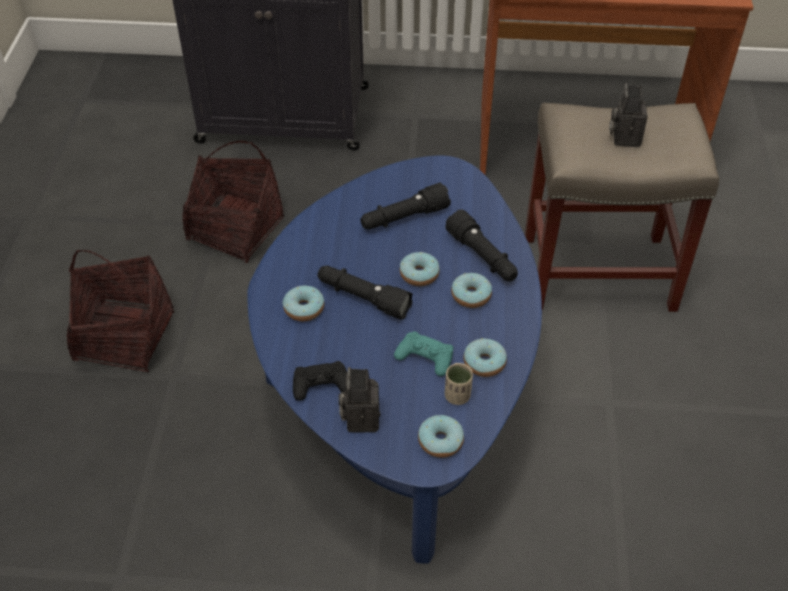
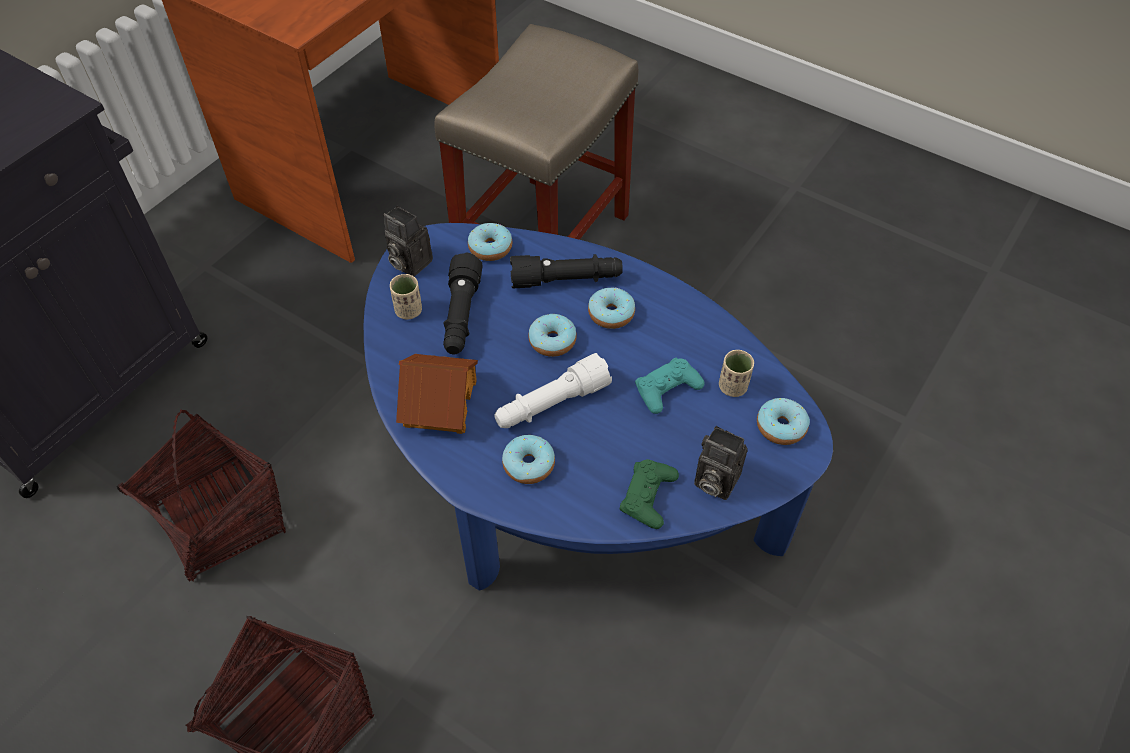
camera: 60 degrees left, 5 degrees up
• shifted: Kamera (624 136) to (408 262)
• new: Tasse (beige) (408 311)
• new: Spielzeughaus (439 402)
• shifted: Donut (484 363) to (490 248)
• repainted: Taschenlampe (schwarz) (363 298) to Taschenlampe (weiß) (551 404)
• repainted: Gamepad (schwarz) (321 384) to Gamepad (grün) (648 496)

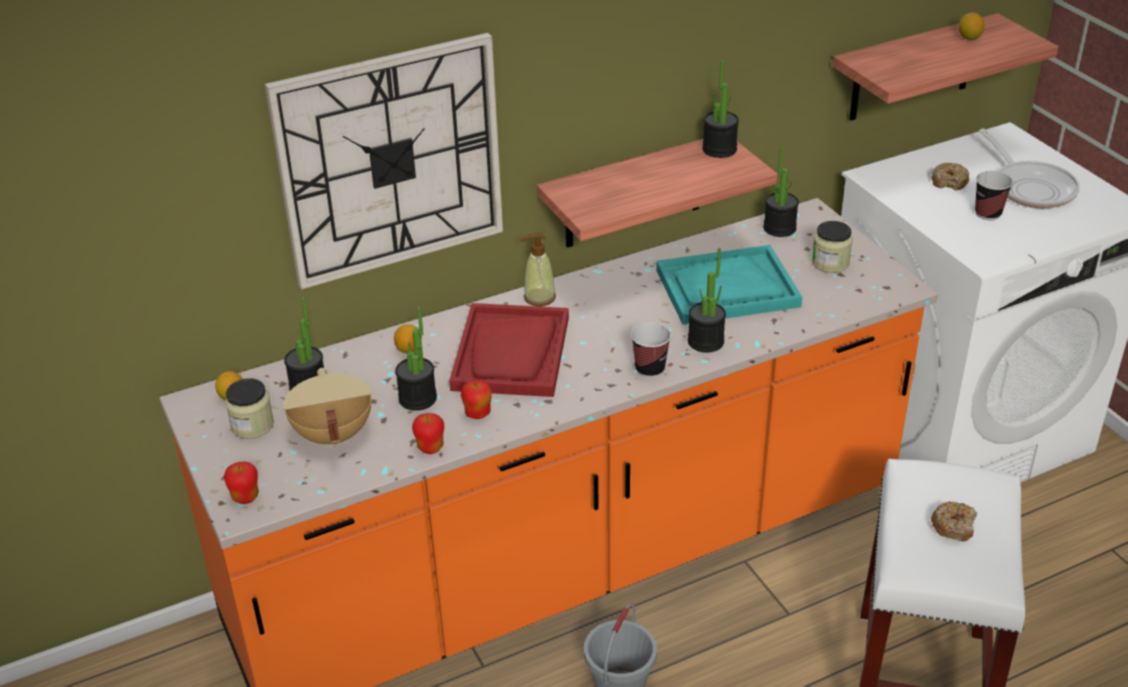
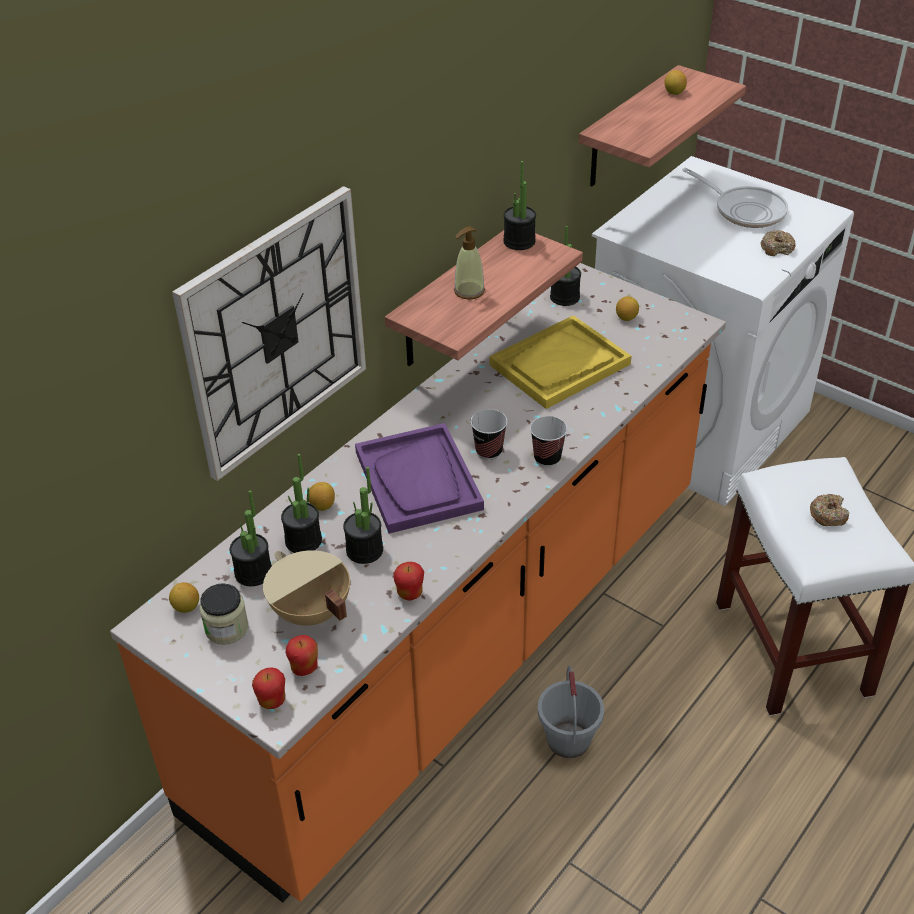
camera: 25 degrees left, 5 degrees up
• shifted: Topfpflanze (705 341) to (303 541)
• shifted: Apfel (477 414) to (304 668)
• repainted: Tablett (rot) (511 353) to Tablett (lila) (418 480)
• shifted: Seifenspender (539 297) to (469 291)
• shifted: Tasse (988 214) to (489 451)
• repainted: Tablett (türkis) (727 288) to Tablett (gelb) (559 365)
• swapped: Vorratsglas (830 263) to Zitrone (626 318)
• shifted: Donut (949 182) to (777 248)

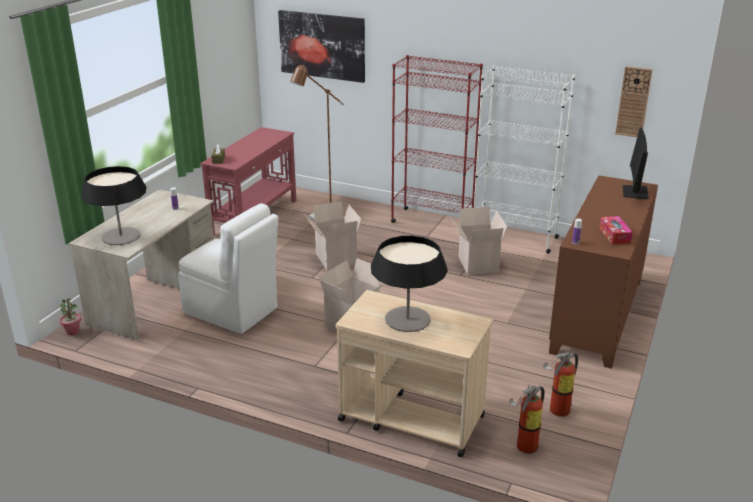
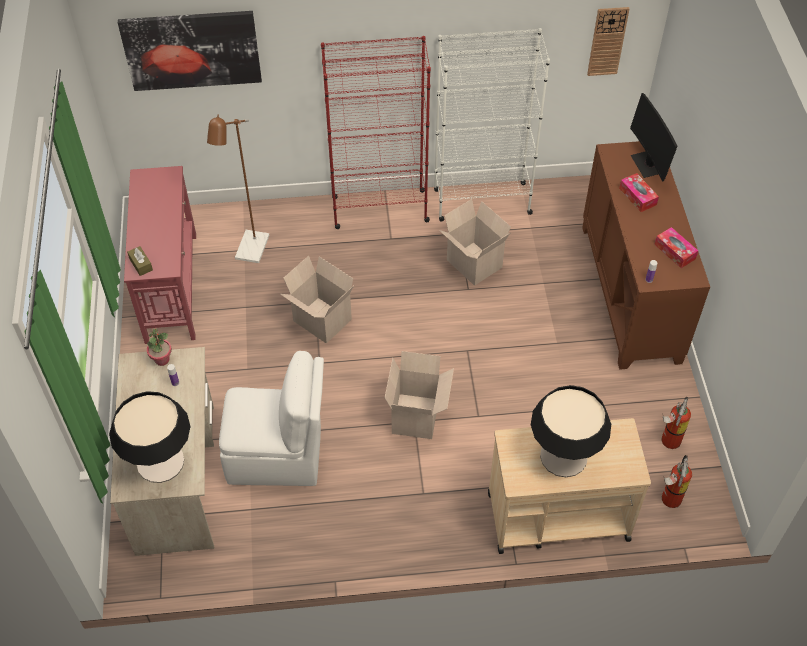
camera: 30 degrees left, 25 degrees up
• shifted: Topfpflanze (72 331) to (162 359)
• new: Taschentuchbox (637 196)

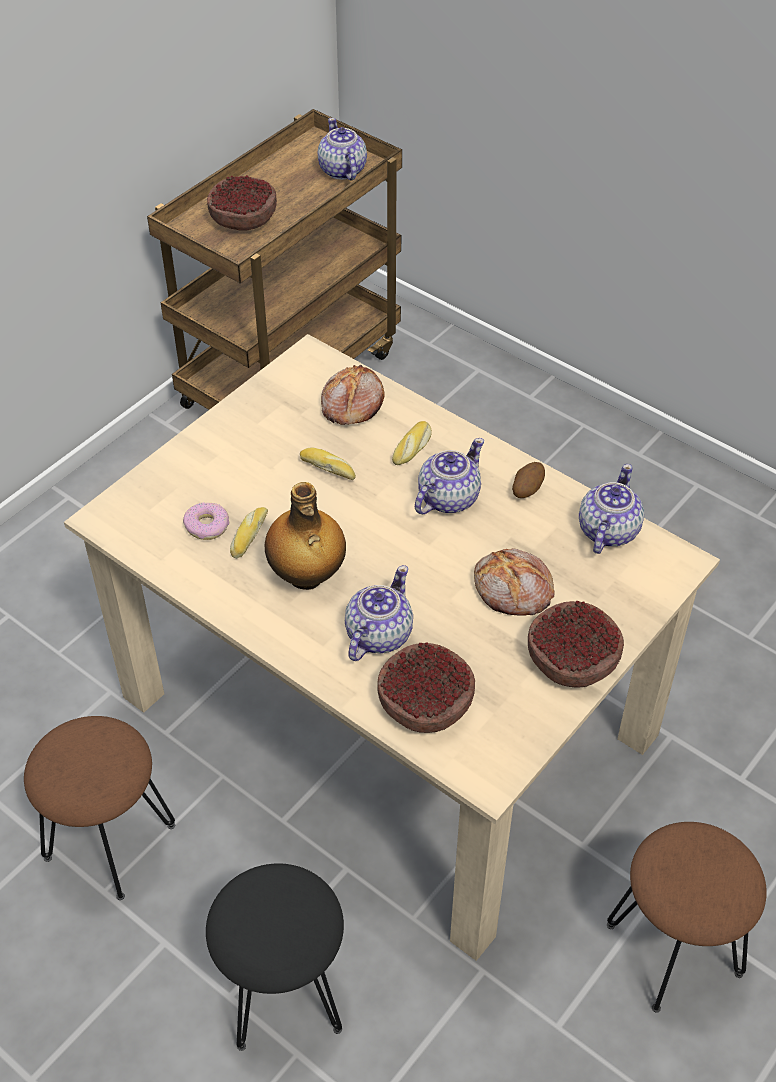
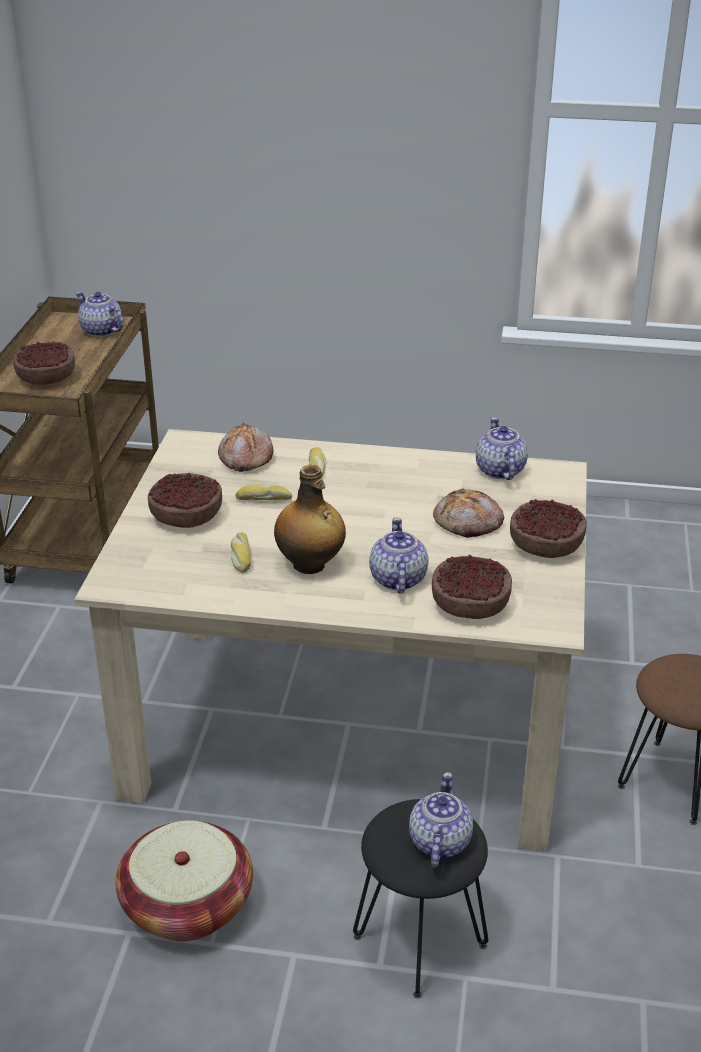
camera: 30 degrees left, 15 degrees down
• swapped: Hocker (braun) (110 840) to Korb (187 905)
• new: Schüssel (186 516)
• shifted: Teekanne (447 498) to (439 842)
• gone: Donut (207 526)
• gone: Kartoffel (526 490)

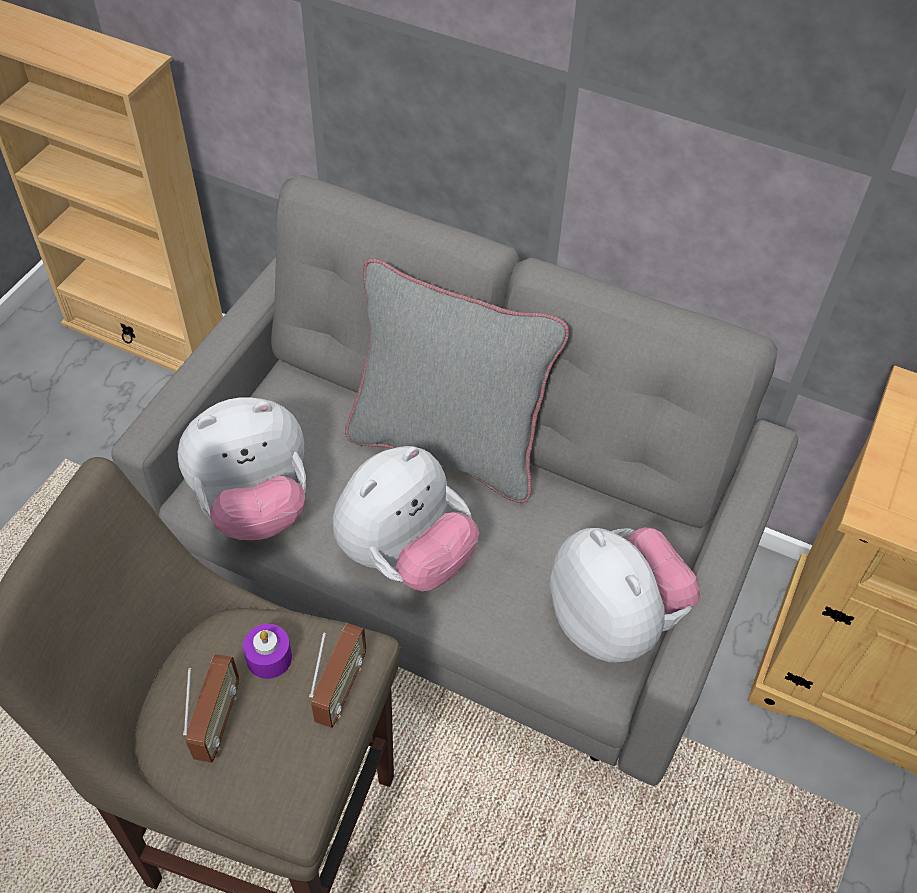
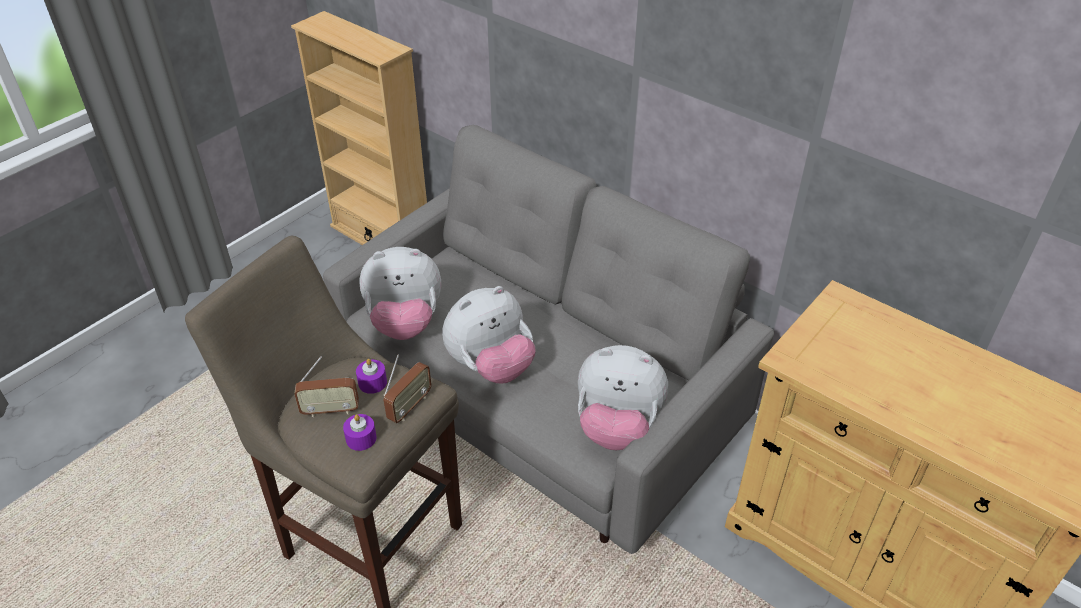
camera: 15 degrees right, 10 degrees down
• rotated: Radio (217 722) = (330 410) 60 degrees clockwise
• new: Kerze (lila) (361 438)
• rotated: Plüschtier (614 621) = (617 427) 120 degrees clockwise
• gone: Kissen (grau) (447 446)

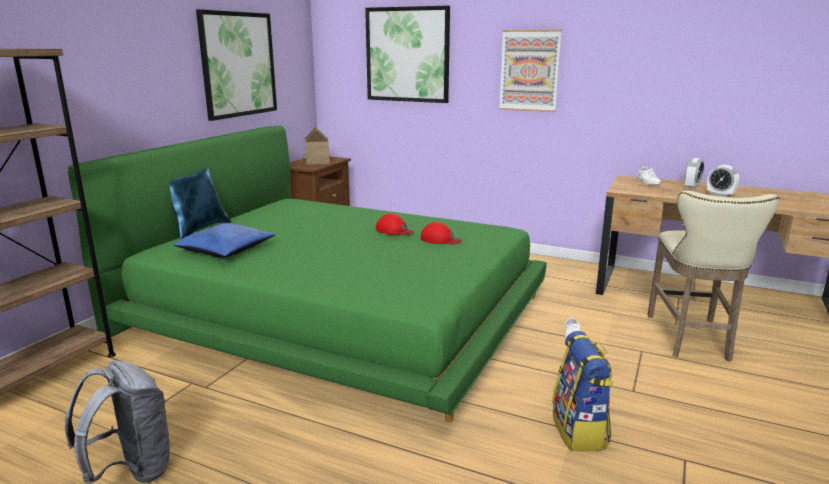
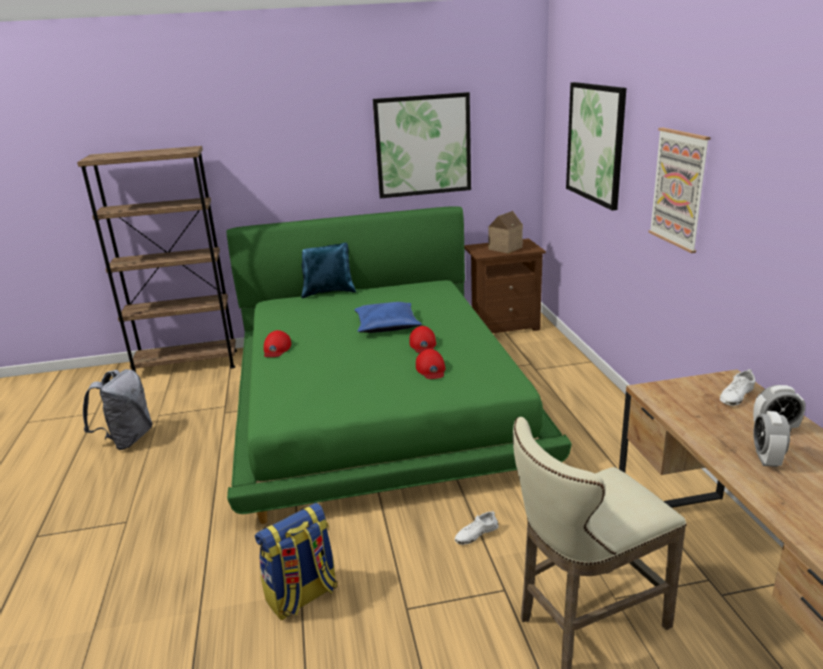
camera: 55 degrees right, 5 degrees up
• new: Kappe (rot) (276 349)
• shifted: Kissen (blau) (226 250) to (387 325)

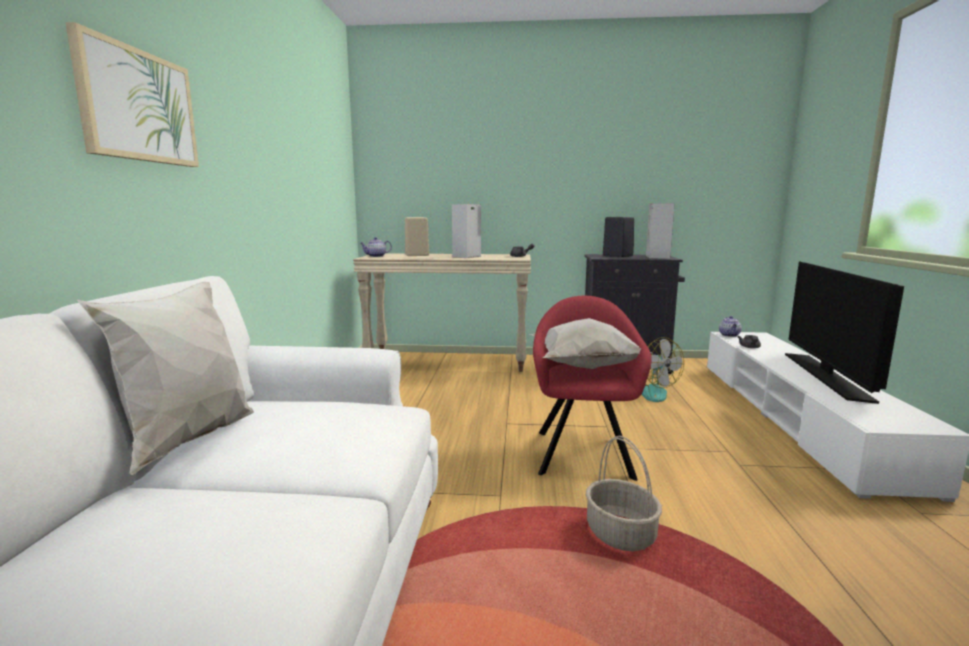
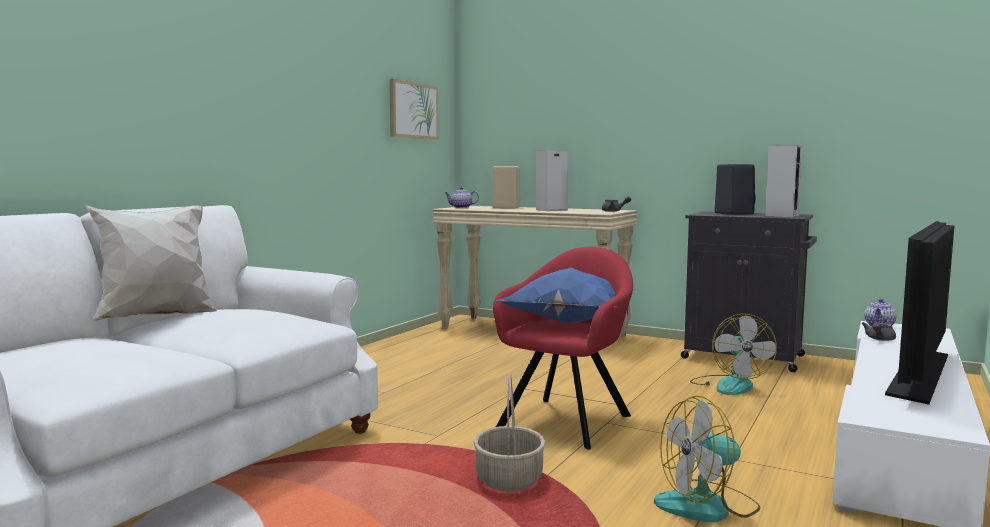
camera: 25 degrees right, 5 degrees down
• shifted: Bild (138 106) to (413 110)
• repainted: Kissen (weiß) (584 367) to Kissen (blau) (567 322)
• new: Ventilator (707 506)

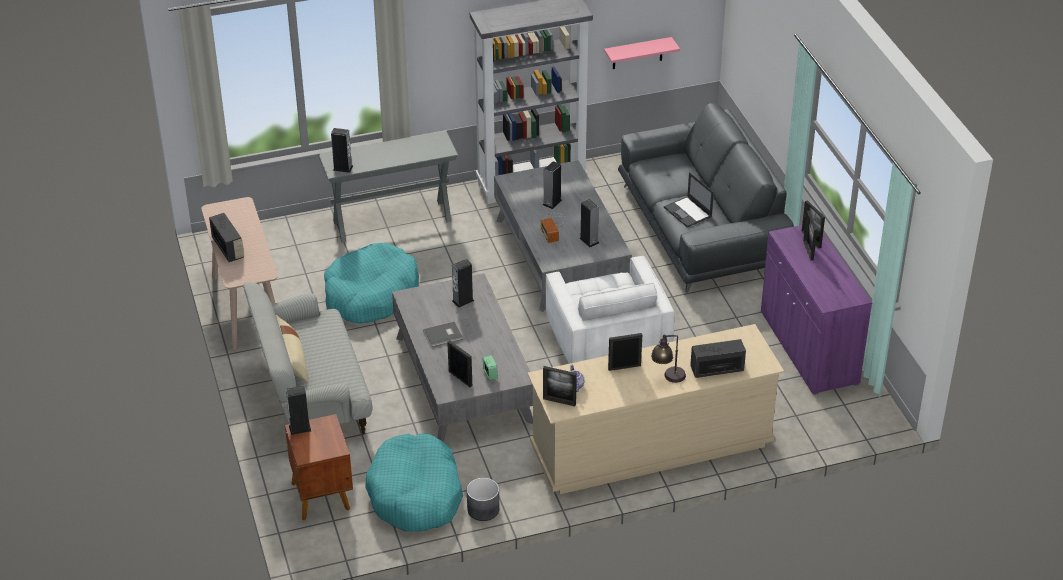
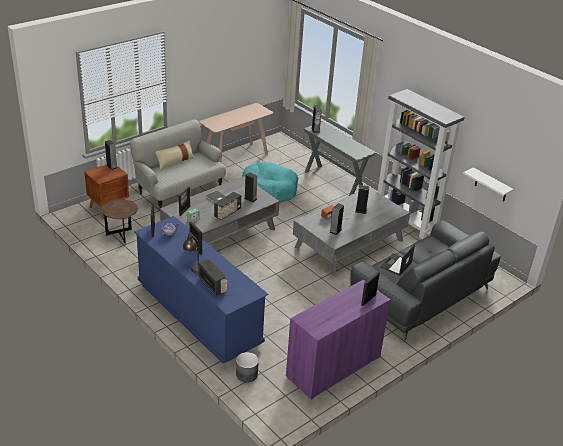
camera: 65 degrees right, 5 degrees down
• swapped: Hundebett (türkis) (416 494) to Beistelltisch (braun) (121 236)
• repainted: Kommode (beige) (651 446) to Kommode (blau) (198 313)
• shifted: Radio (228 248) to (227 213)
• shifted: Pflanzkübel (grau) (483 509) to (246 374)
• repainted: Wandregal (rosa) (637 53) to Wandregal (weiß) (491 185)
• gone: Sessel (weiß) (606 343)
• gone: Bilderrahmen (808 250)

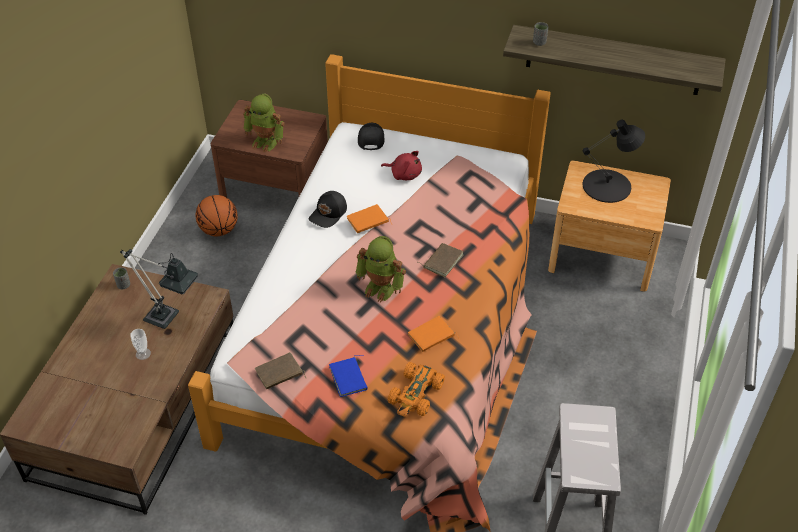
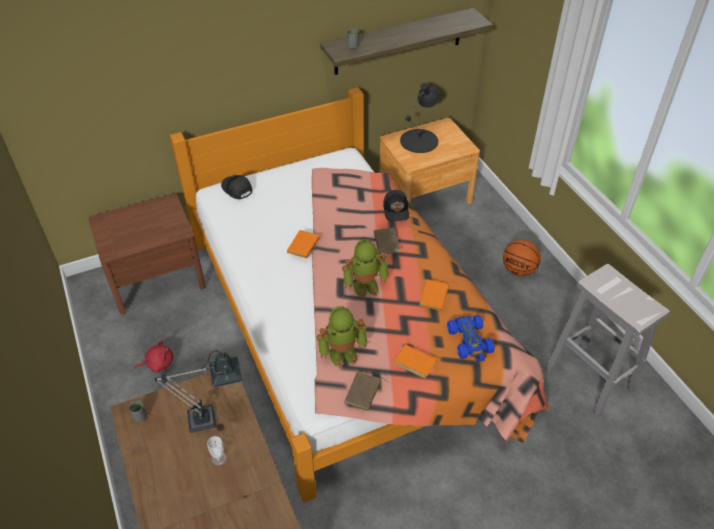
camera: 40 degrees left, 0 degrees up
• shifted: Plüschtier (rot) (404 174) to (158 363)
• shifted: Spielzeugroboter (266 142) to (343 353)
• shifted: Kappe (schwarz) (329 214) to (396 210)
• repainted: Buch (blau) (349 378) to Buch (orange) (415 361)
• repainted: Spielzeugauto (orange) (416 394) to Spielzeugauto (blau) (470 341)
• shifted: Basketball (219 230) to (518 270)

